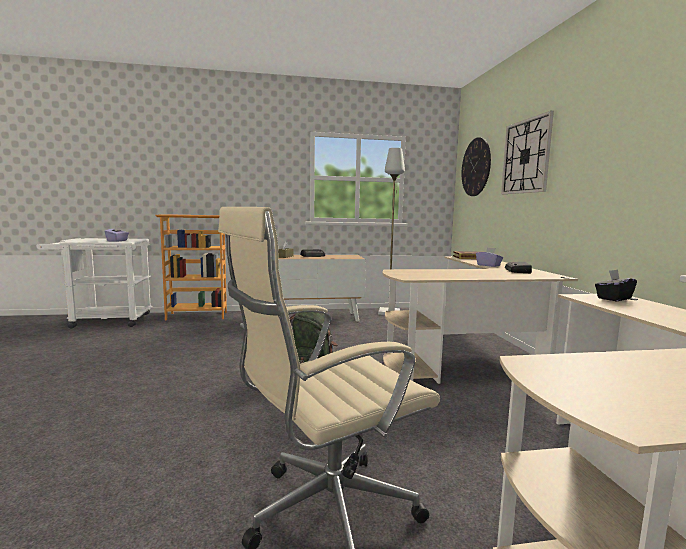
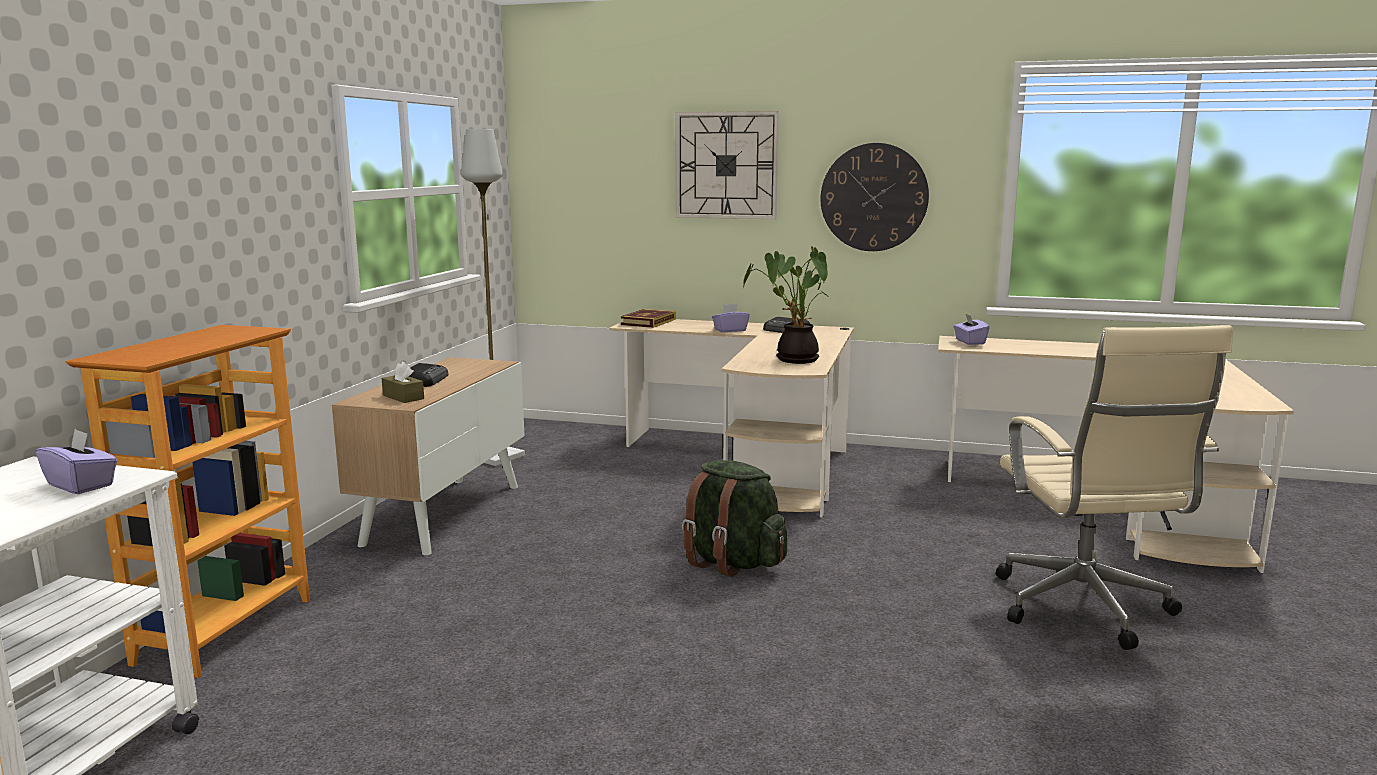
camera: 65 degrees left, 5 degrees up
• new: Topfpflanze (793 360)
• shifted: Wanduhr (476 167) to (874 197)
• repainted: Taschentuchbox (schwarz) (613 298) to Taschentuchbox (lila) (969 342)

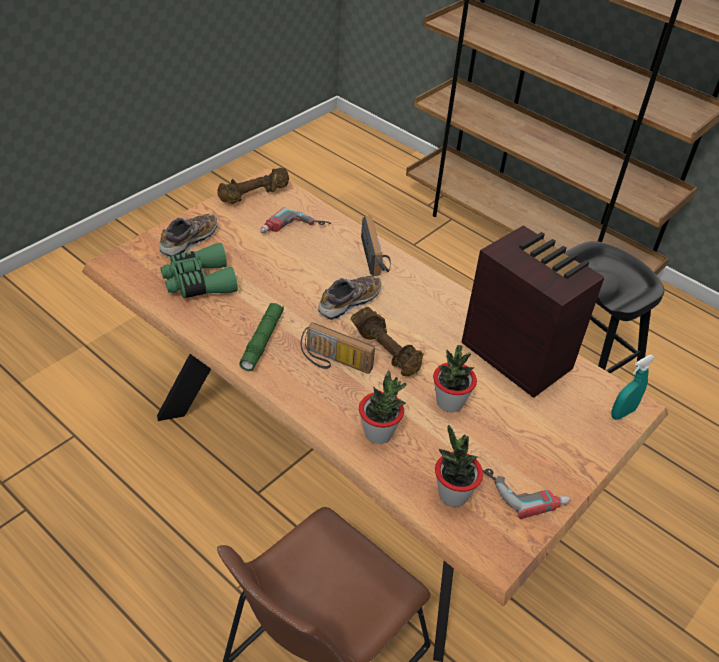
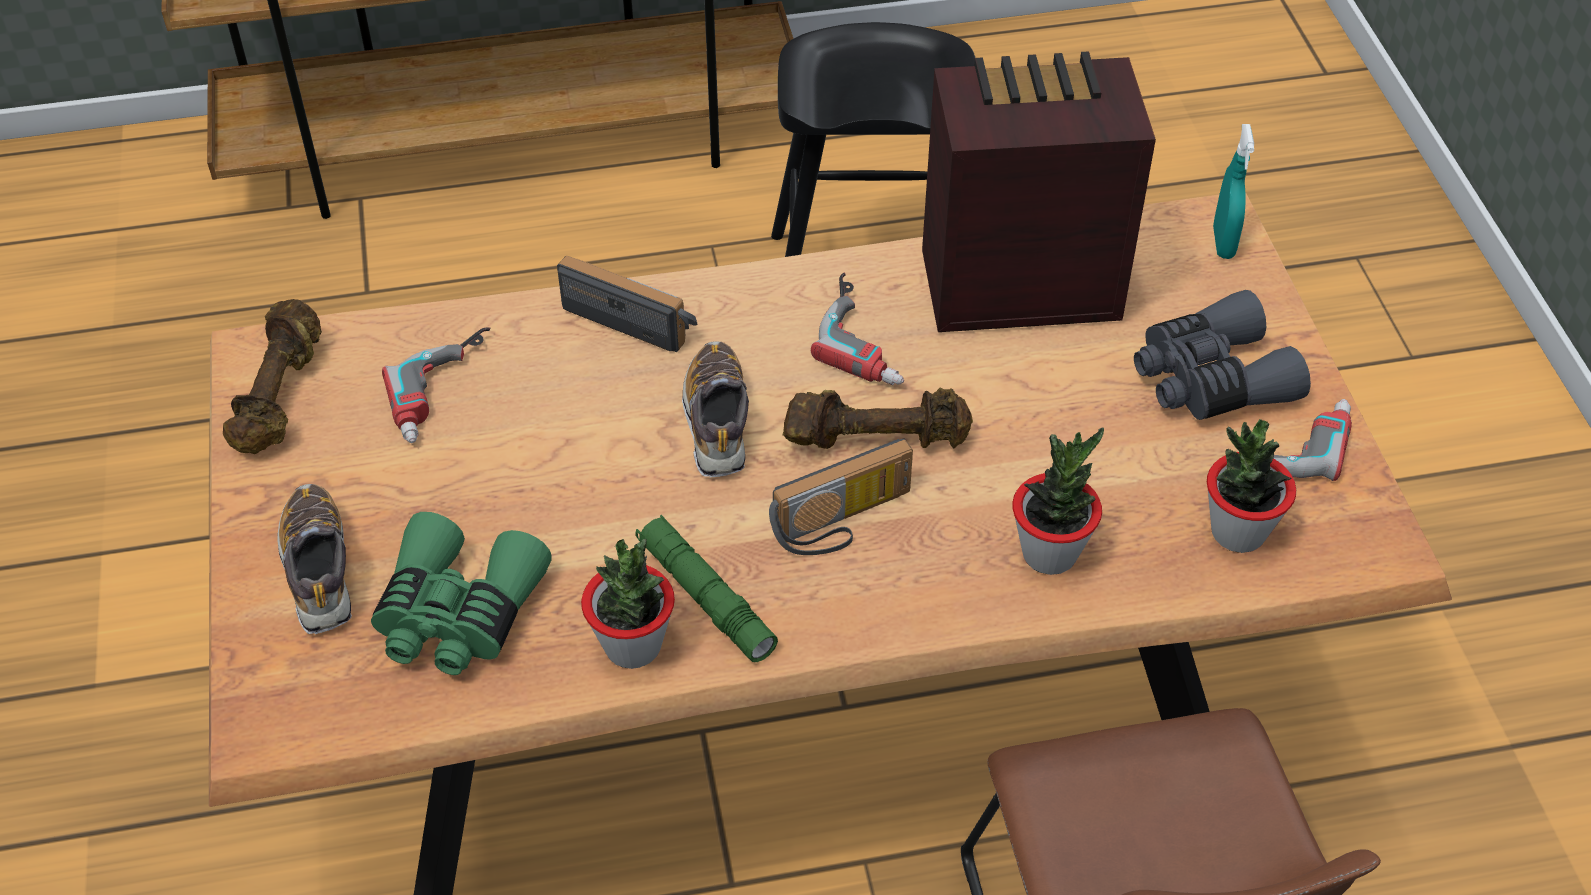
camera: 50 degrees left, 5 degrees up
• shifted: Topfpflanze (449 402) to (633 646)
• new: Bohrmaschine (869 337)
• new: Fernglas (grau) (1210 378)

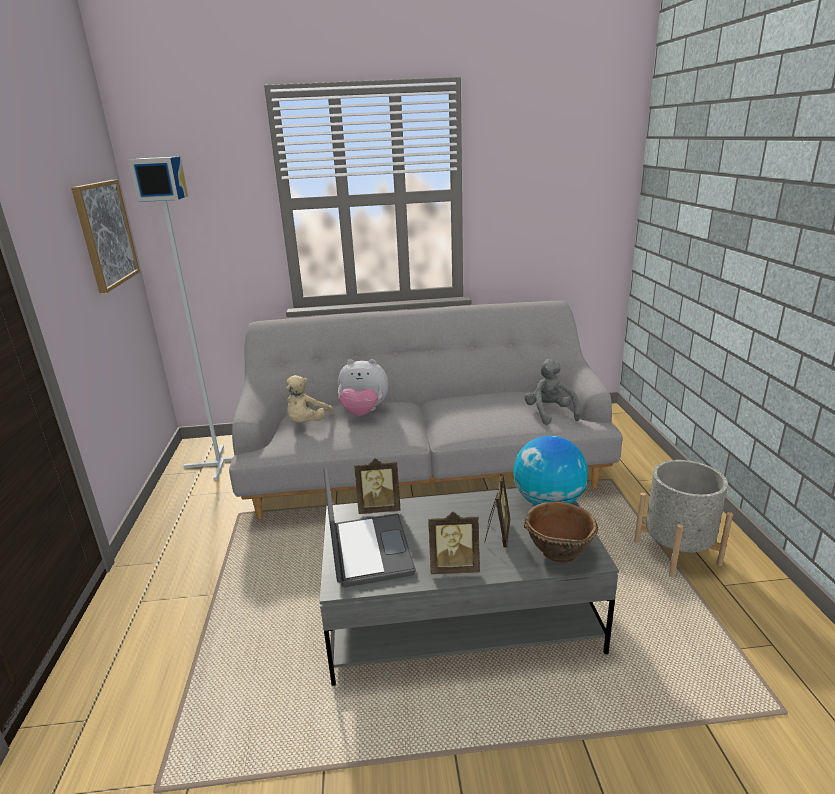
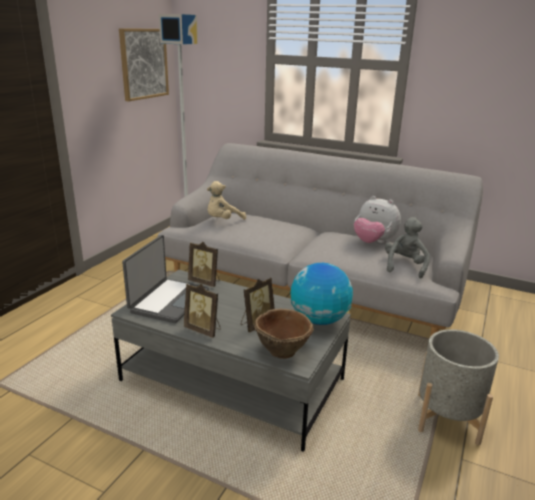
camera: 30 degrees right, 0 degrees up
• shifted: Plüschtier (363 412) to (373 242)

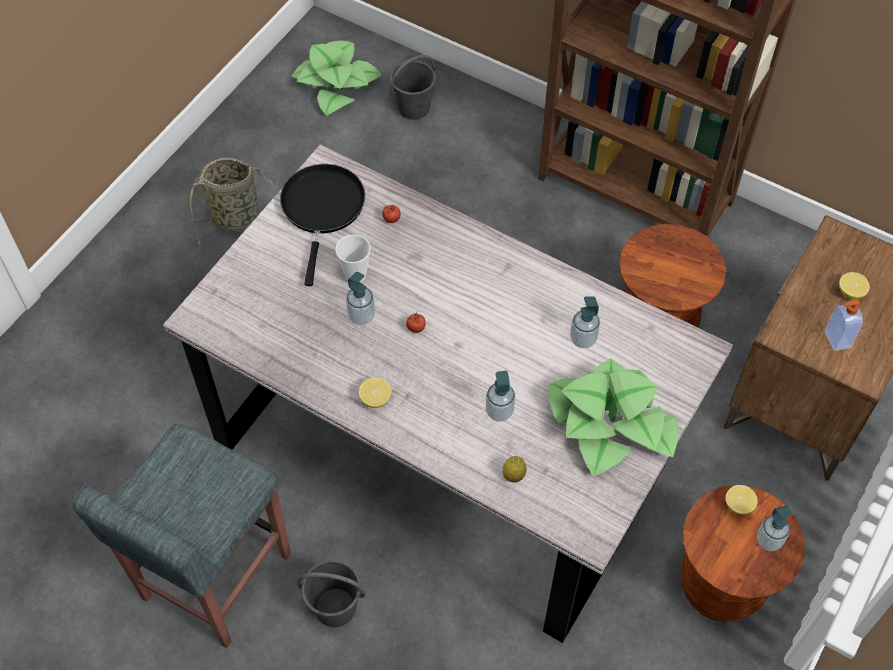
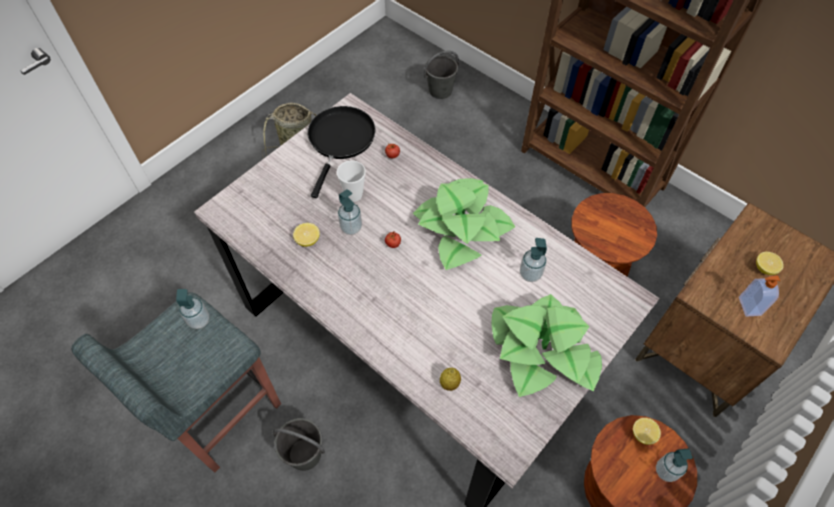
camera: 10 degrees right, 0 degrees up
• shifted: Seifenspender (499 411) to (199 320)
• shifted: Zitrone (375 399) to (308 240)
• shifted: Topfpflanze (336 82) to (462 227)

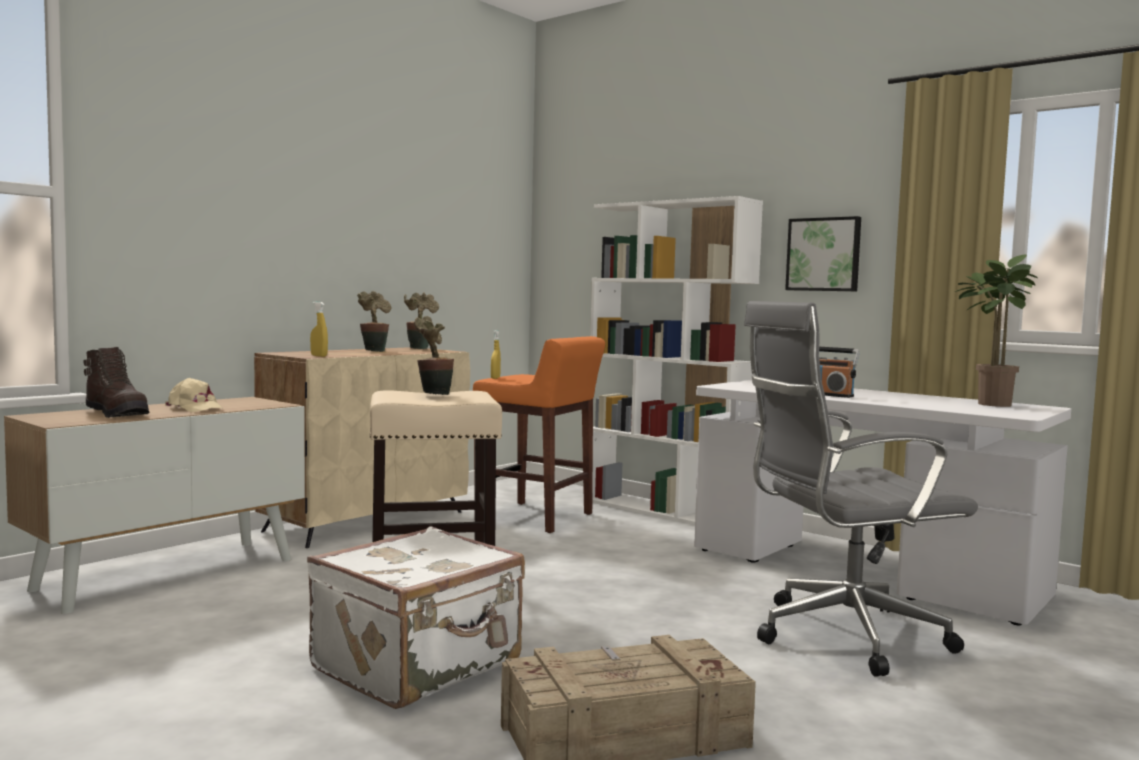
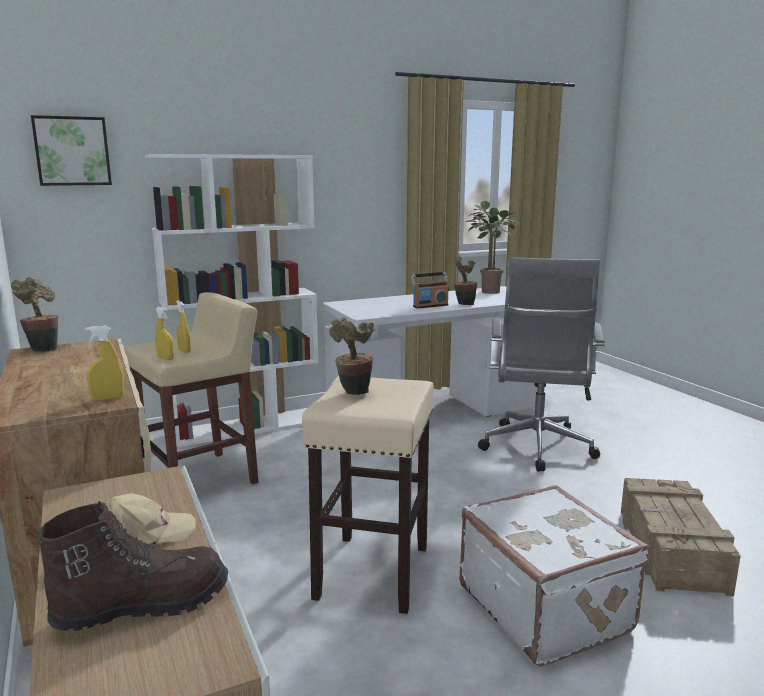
camera: 65 degrees left, 10 degrees up
• shifted: Bild (824 254) to (72 151)
• repainted: Hocker (orange) (536 518) to Hocker (beige) (202 479)
• new: Sprühflasche (gelb) (184 351)
• shifted: Topfpflanze (373 351) to (464 304)

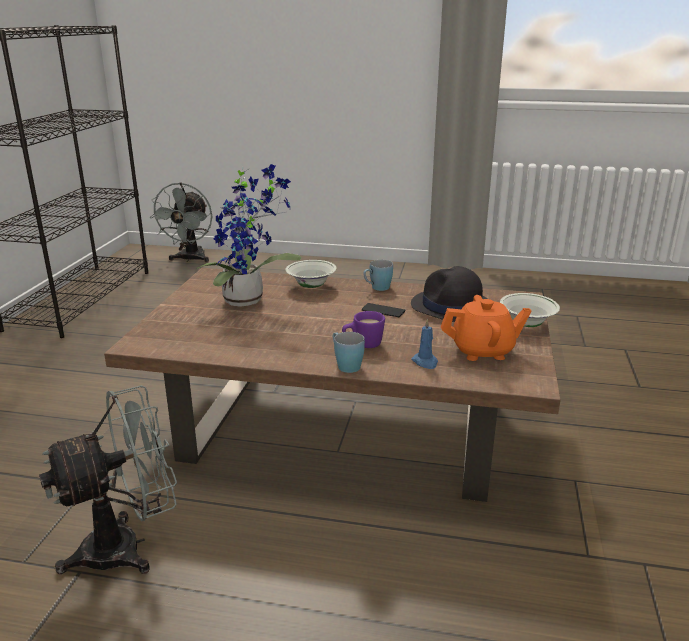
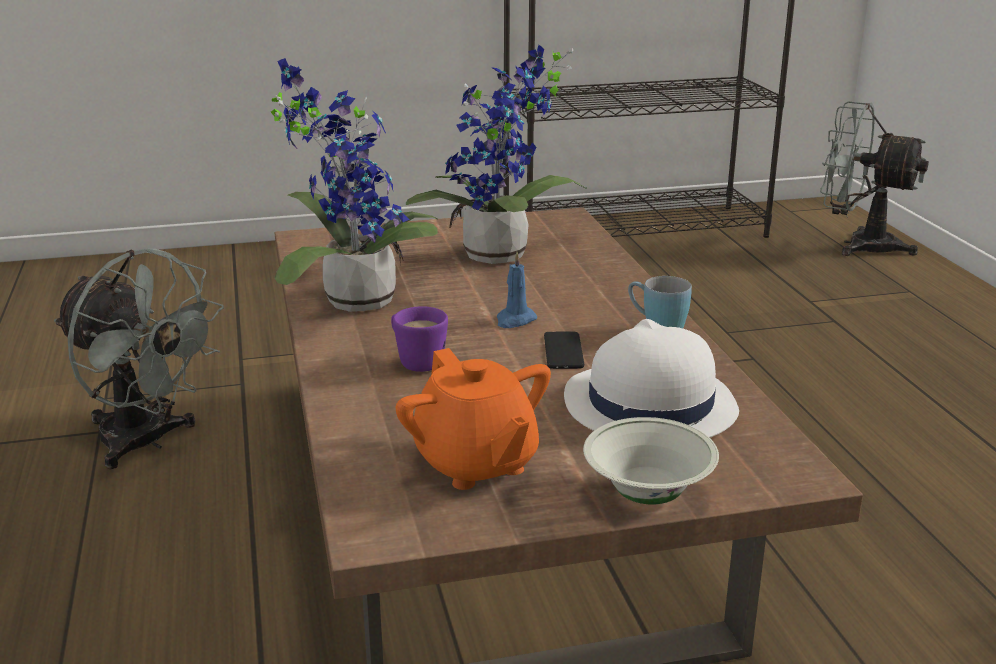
camera: 65 degrees right, 0 degrees up
• new: Topfpflanze (352 299)
• shifted: Kerze (blau) (425 362) to (515 320)
• repainted: Hut (schwarz) (451 307) to Hut (weiß) (648 405)
• rotated: Ventilator (grau) (189 259) = (858 245) 45 degrees clockwise
• gone: Schüssel (weiß) (311 286)
• gone: Henkelbecher (blau) (345 365)

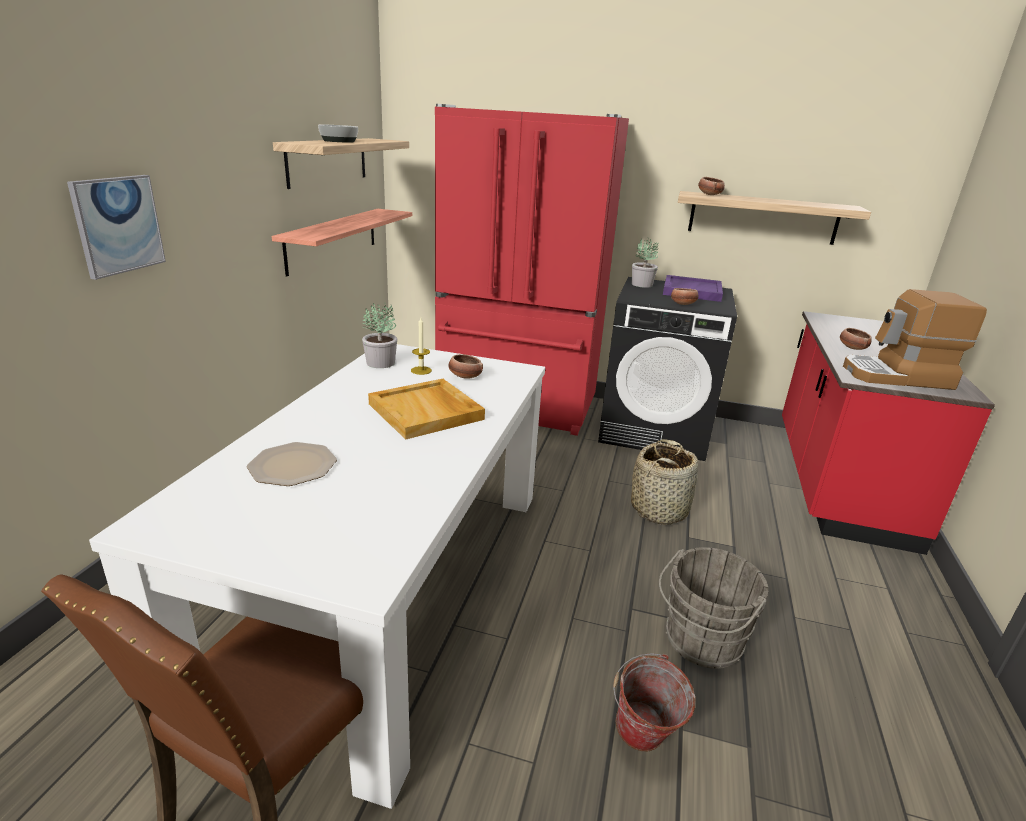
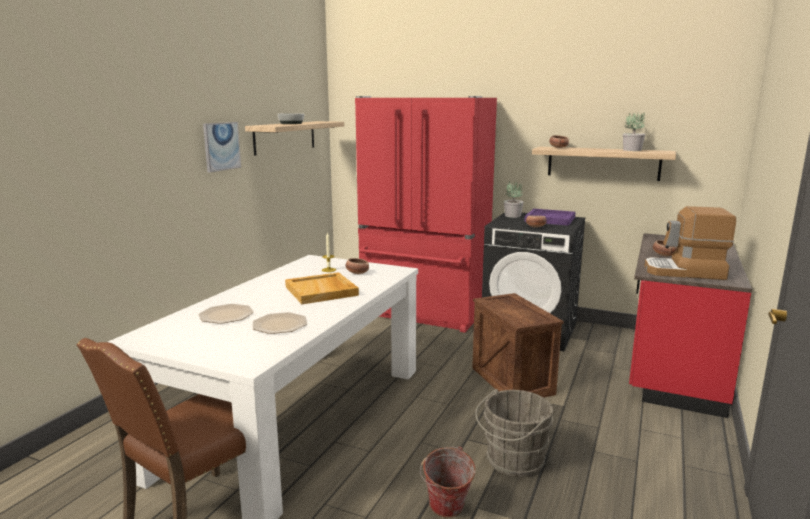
camera: 10 degrees right, 10 degrees down
• shifted: Bild (118 225) to (221 146)
• new: Teller (280 324)
• swapped: Korb (659 509) to Kiste (513 381)
• shifted: Topfpflanze (381 363) to (632 150)
• gone: Wandregal (333 239)

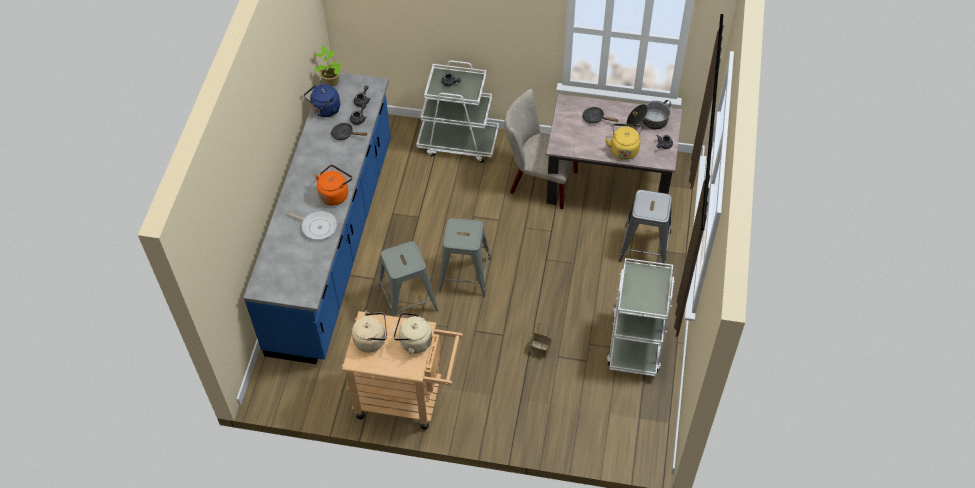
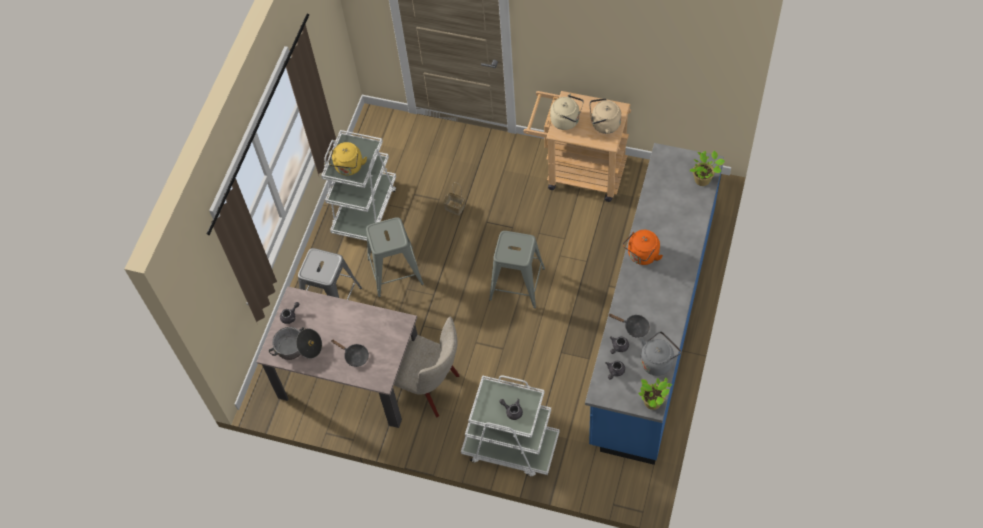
camera: 170 degrees left, 5 degrees up
• shifted: Wasserkessel (gelb) (624 149) to (349 167)
• shifted: Hocker (grau) (407 299) to (395 271)
• repainted: Wasserkessel (blau) (325 110) to Wasserkessel (grau) (657 361)
• new: Topfpflanze (703 180)
• gone: Pfanne (317 226)

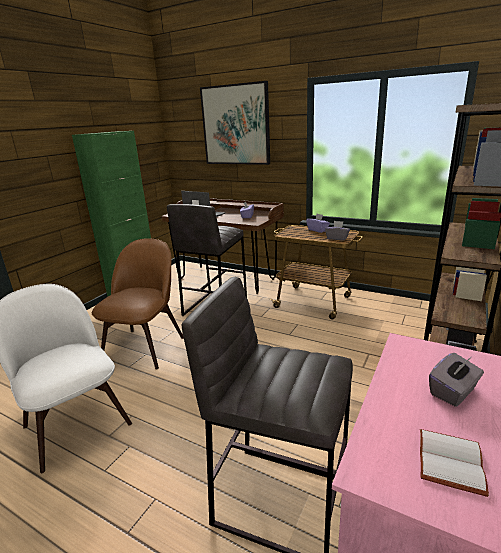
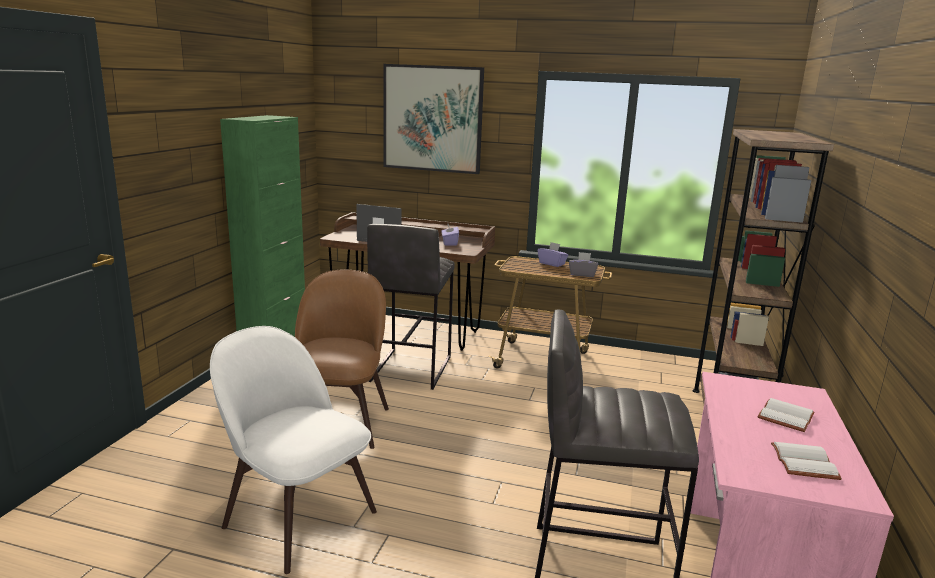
camera: 15 degrees left, 5 degrees down
• swapped: Taschentuchbox (grau) (453 392) to Buch (weiß) (784 416)

